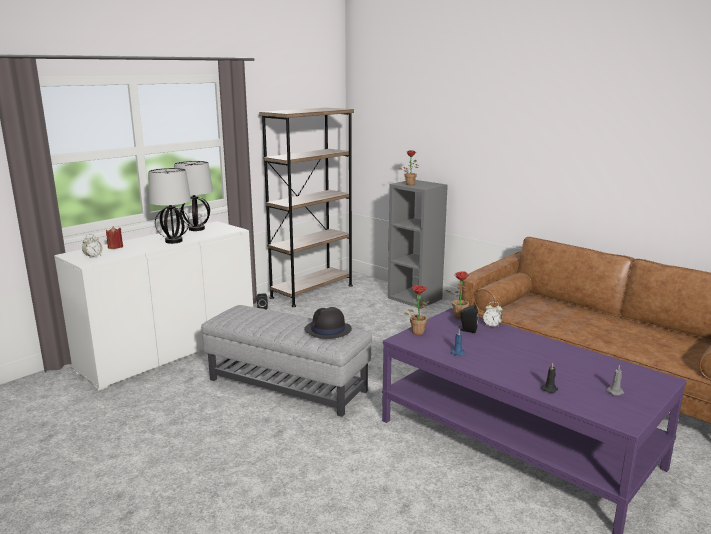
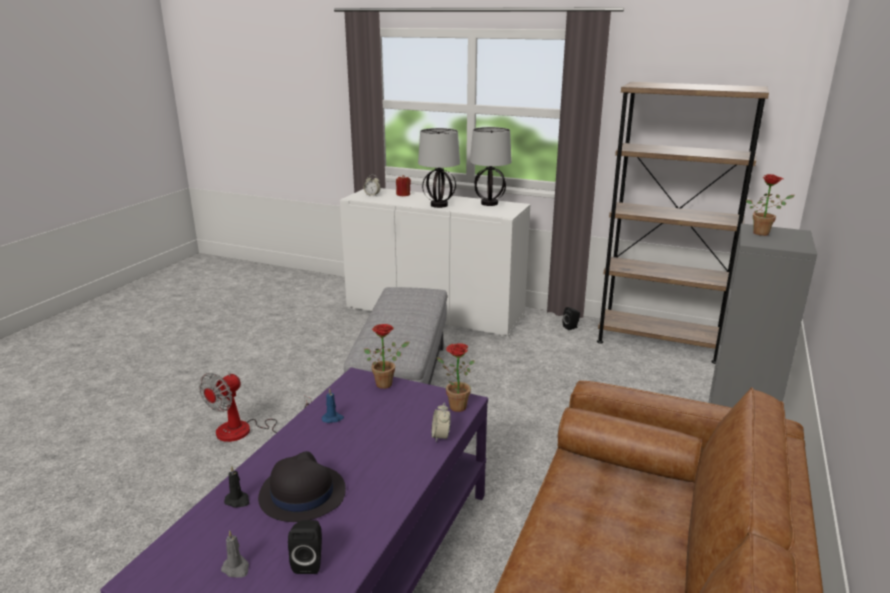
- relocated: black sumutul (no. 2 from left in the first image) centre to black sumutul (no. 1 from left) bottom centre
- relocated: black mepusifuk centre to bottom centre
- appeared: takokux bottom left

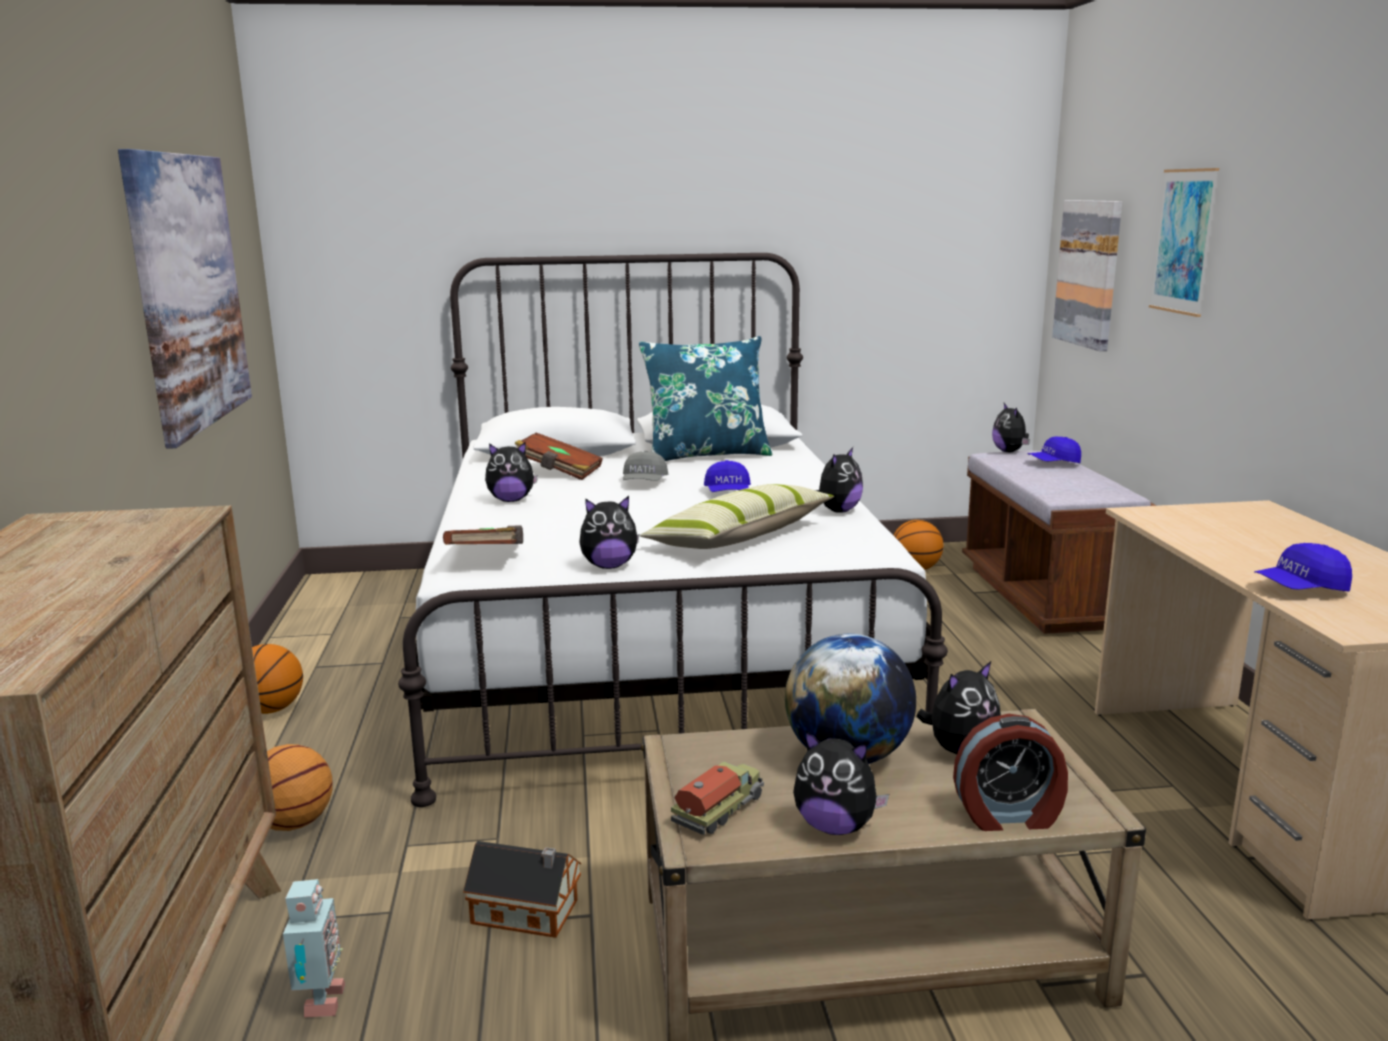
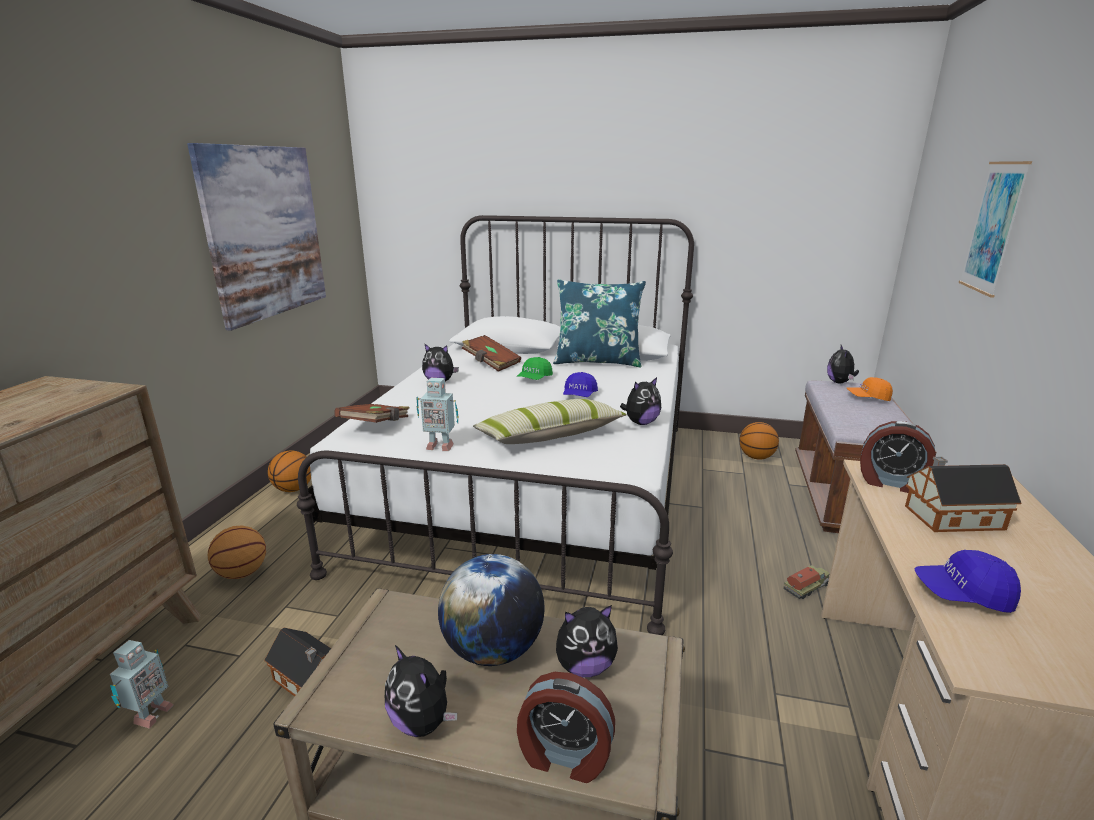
- missing: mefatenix (no. 2 from left) top right
- colour: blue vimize (no. 2 from left) middle right to orange vimize middle right
- colour: grey vimize centre to green vimize centre
- exchanged: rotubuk (no. 2 from left) centre to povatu (no. 2 from left) centre
- relocated: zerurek bottom centre to bottom right
- appeared: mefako (no. 2 from left) middle right
- appeared: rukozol (no. 2 from left) middle right

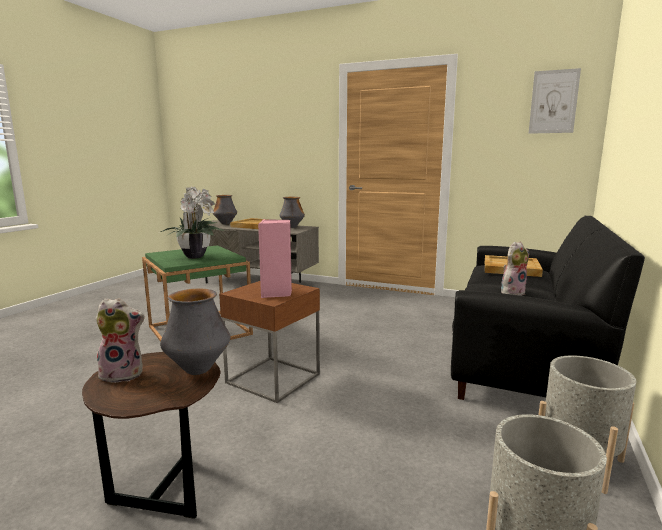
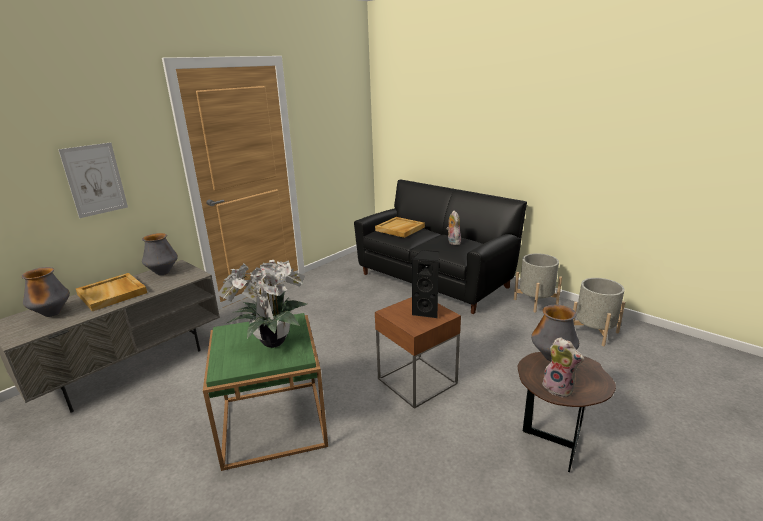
- relocated: mefatenix top right to middle left
- colour: pink sumutul centre to black sumutul centre
- spun: rotubuk (no. 1 from left in the first image) middle left = bottom right 120 degrees clockwise

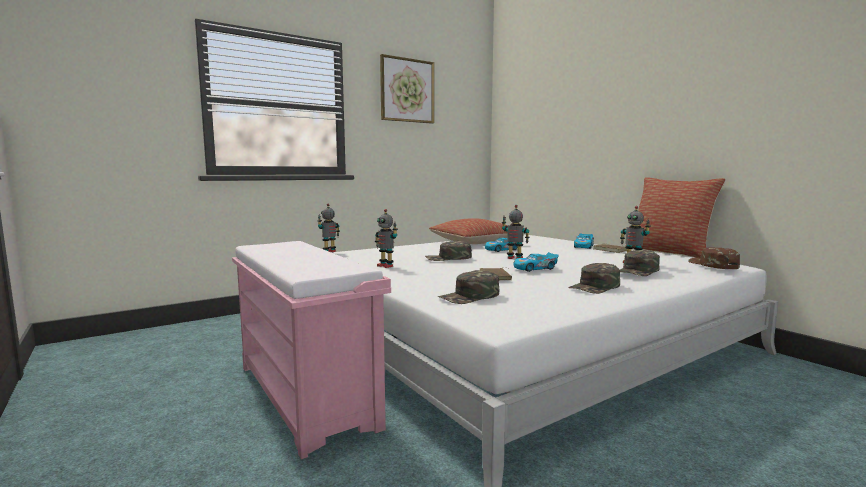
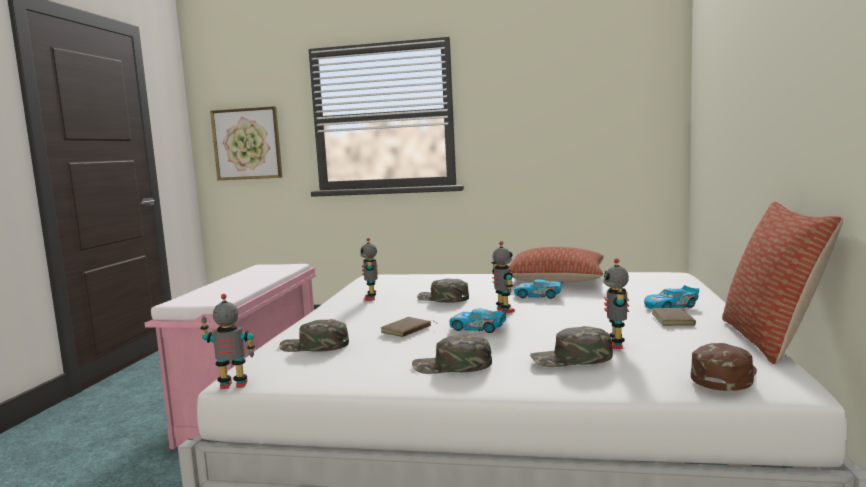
- relocated: mefatenix top centre to top left
- relocated: povatu (no. 1 from left) centre to bottom left

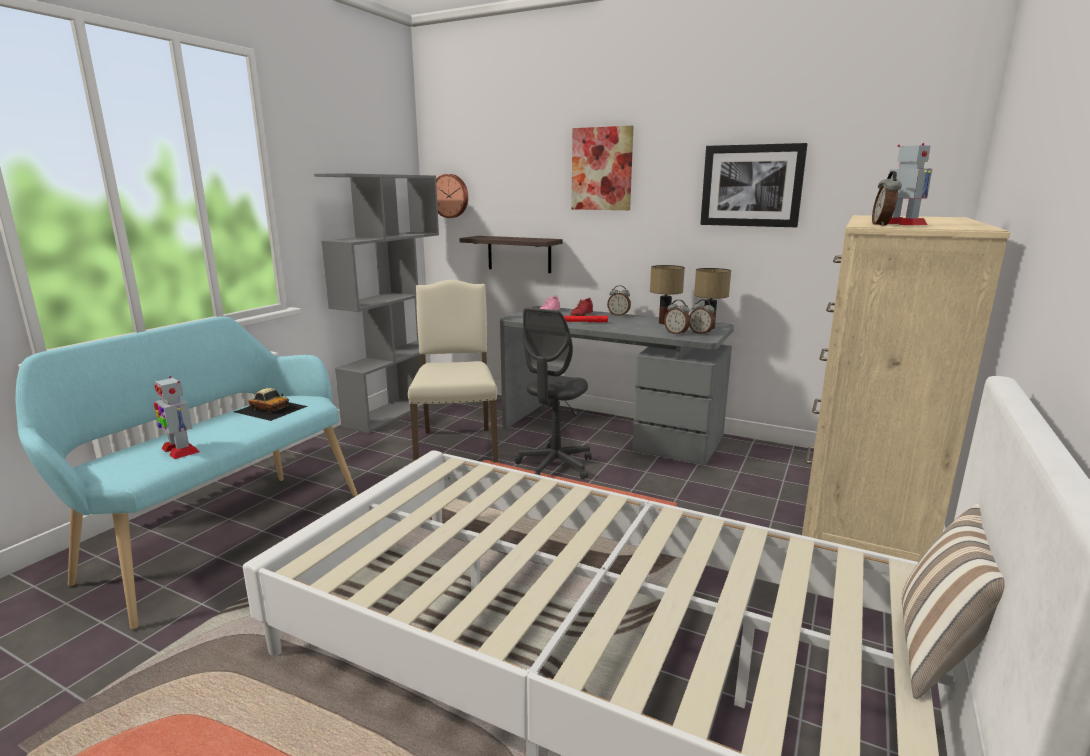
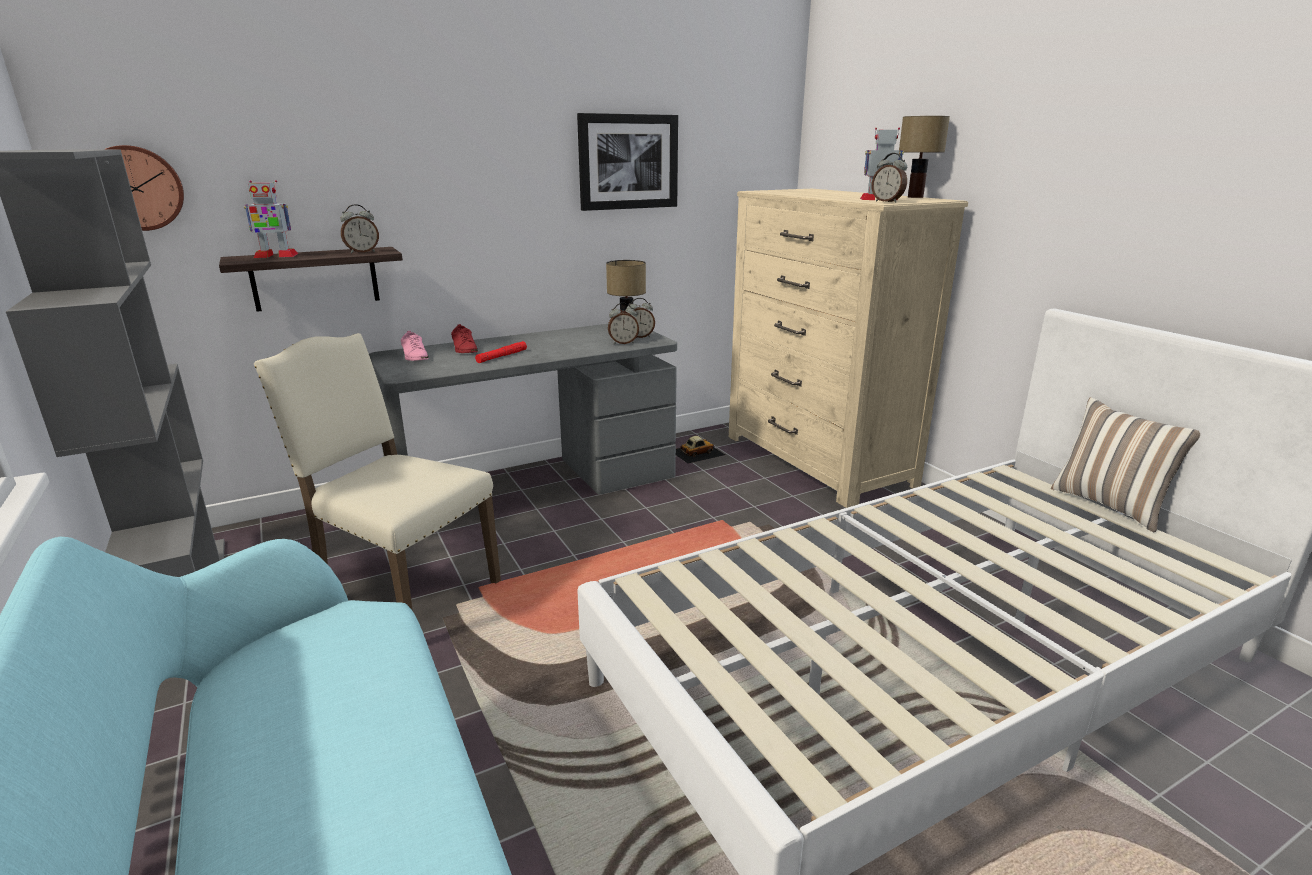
- missing: mefatenix (no. 1 from left) top centre
- relocated: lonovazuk (no. 1 from left in the first image) centre to lonovazuk (no. 2 from left) top right
- relocated: mefako (no. 1 from left) centre to top left
- missing: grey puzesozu centre
- relocated: povatu (no. 1 from left) middle left to top left
- relocated: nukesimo middle left to centre

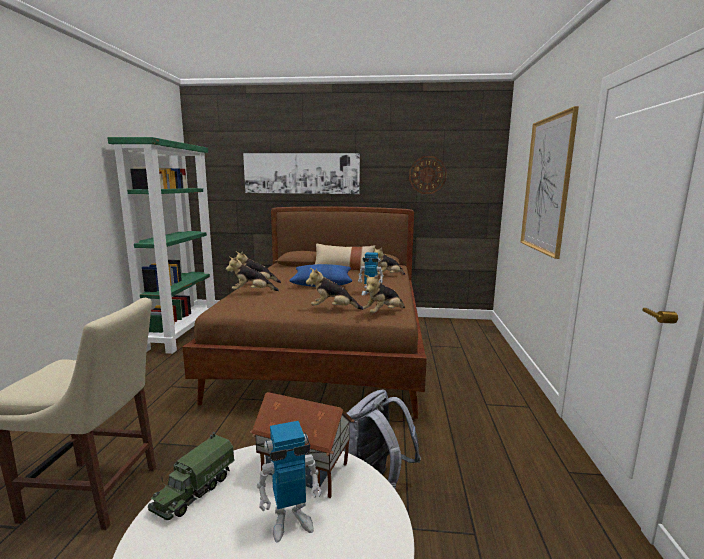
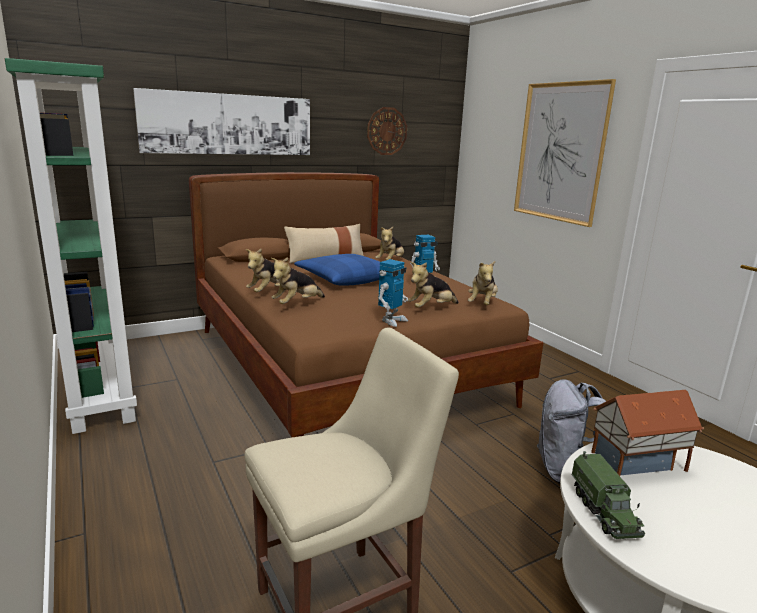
- relocated: povatu (no. 1 from left) bottom centre to centre

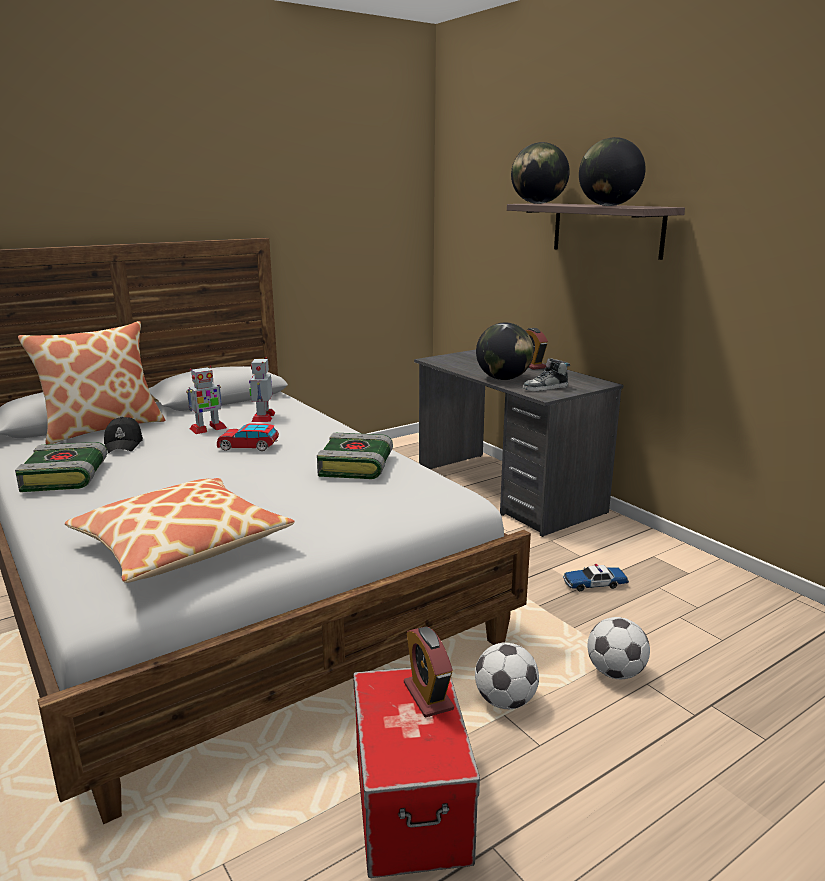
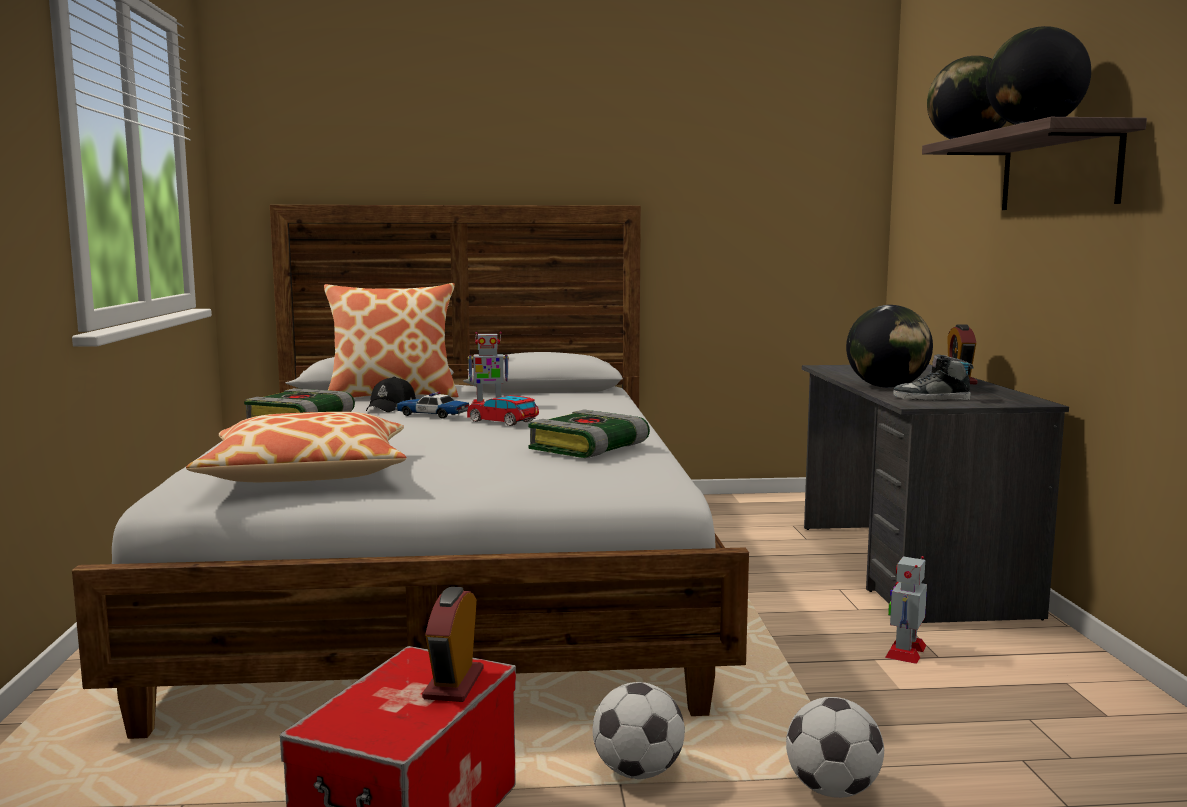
- relocated: povatu (no. 2 from left) middle left to bottom right
- relocated: nukesimo (no. 2 from left in the first image) middle right to nukesimo (no. 1 from left) centre

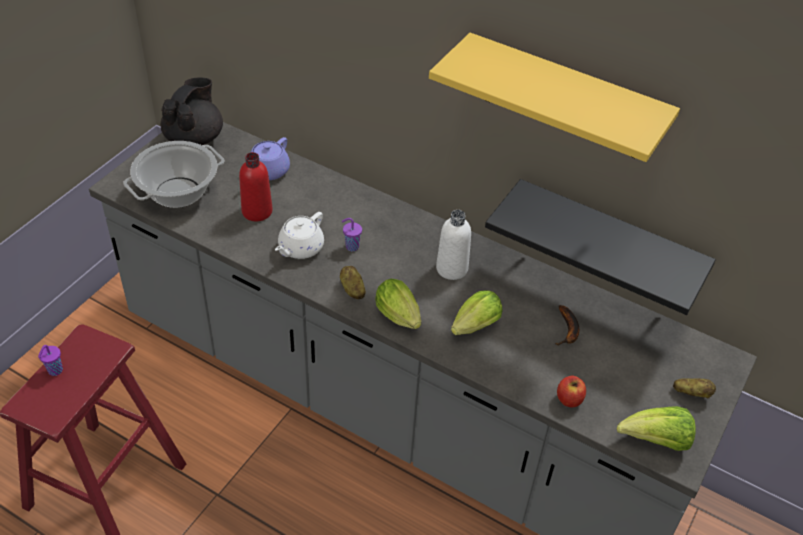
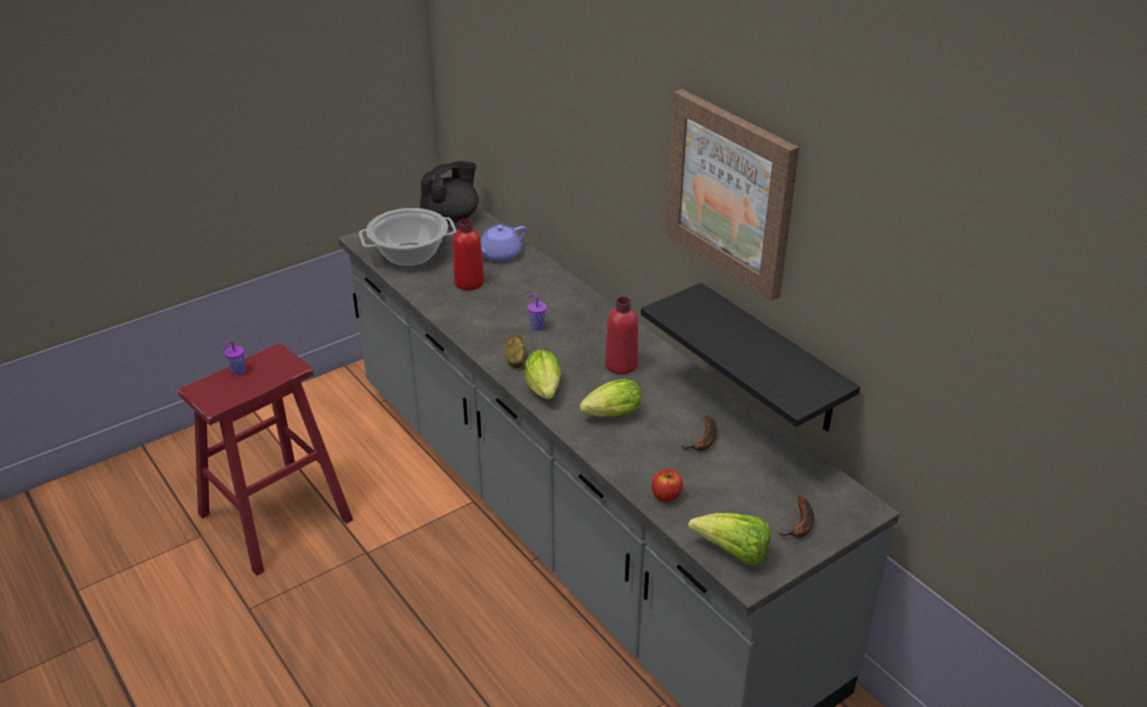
- exchanged: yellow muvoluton top right to mefatenix top centre
- colour: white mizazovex centre to red mizazovex (no. 2 from left) centre
- missing: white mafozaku centre
- exchanged: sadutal (no. 2 from left) bottom right to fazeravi (no. 2 from left) bottom right

